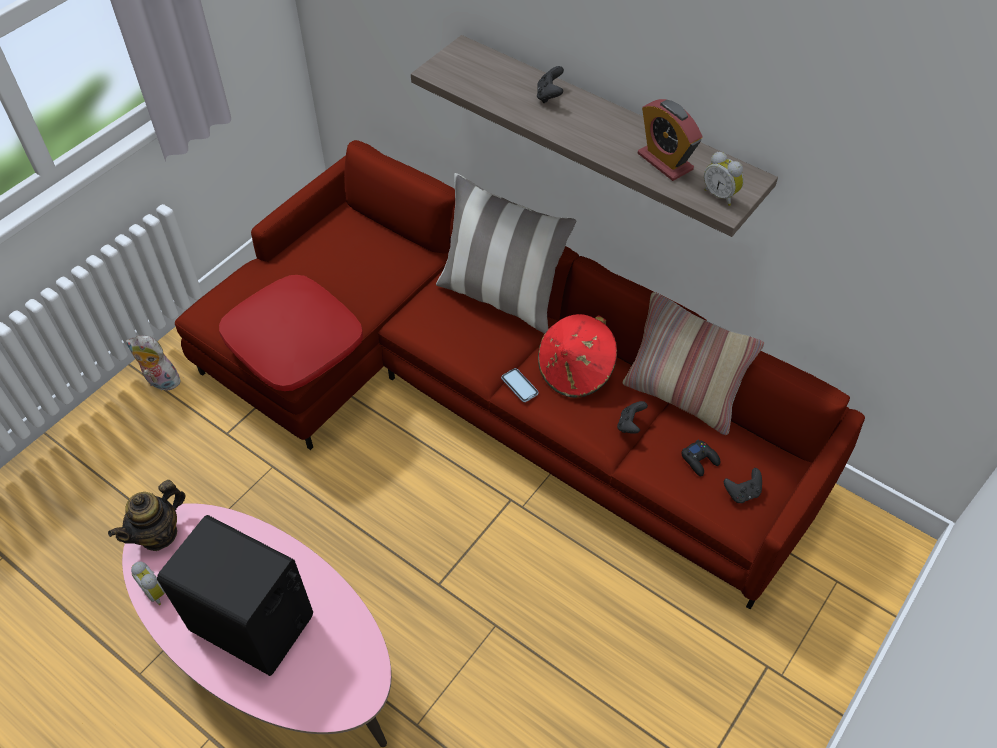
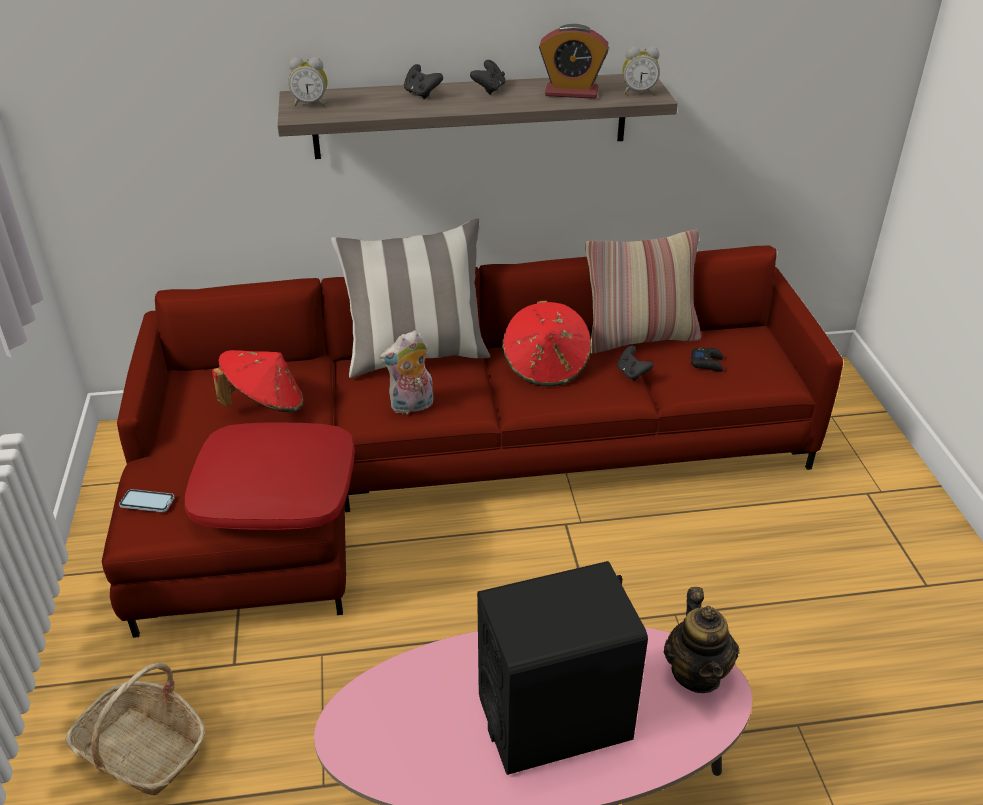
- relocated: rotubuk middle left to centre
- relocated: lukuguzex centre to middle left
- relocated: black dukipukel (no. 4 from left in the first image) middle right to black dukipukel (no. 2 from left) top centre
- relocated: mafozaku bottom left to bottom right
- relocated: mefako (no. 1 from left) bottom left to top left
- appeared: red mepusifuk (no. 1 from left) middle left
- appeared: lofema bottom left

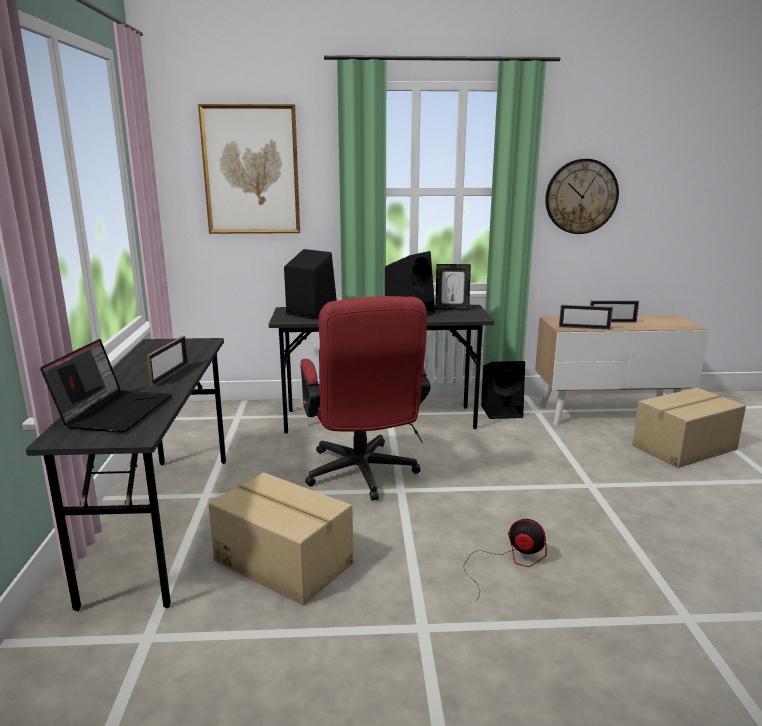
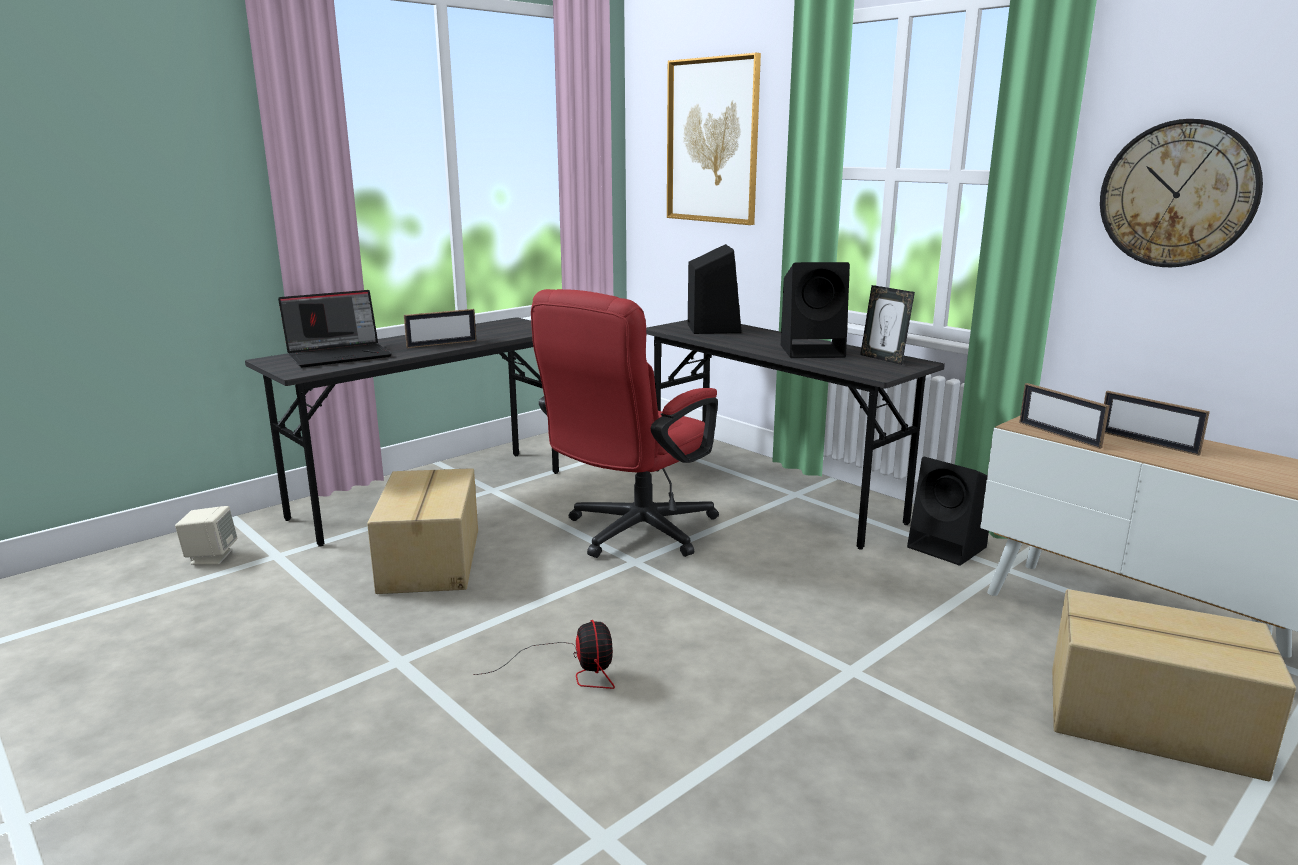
- appeared: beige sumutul middle left

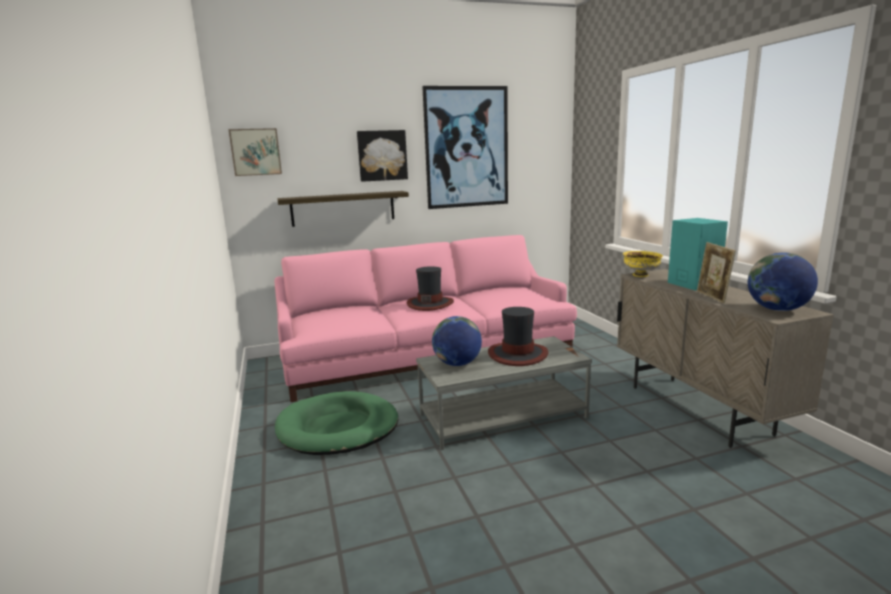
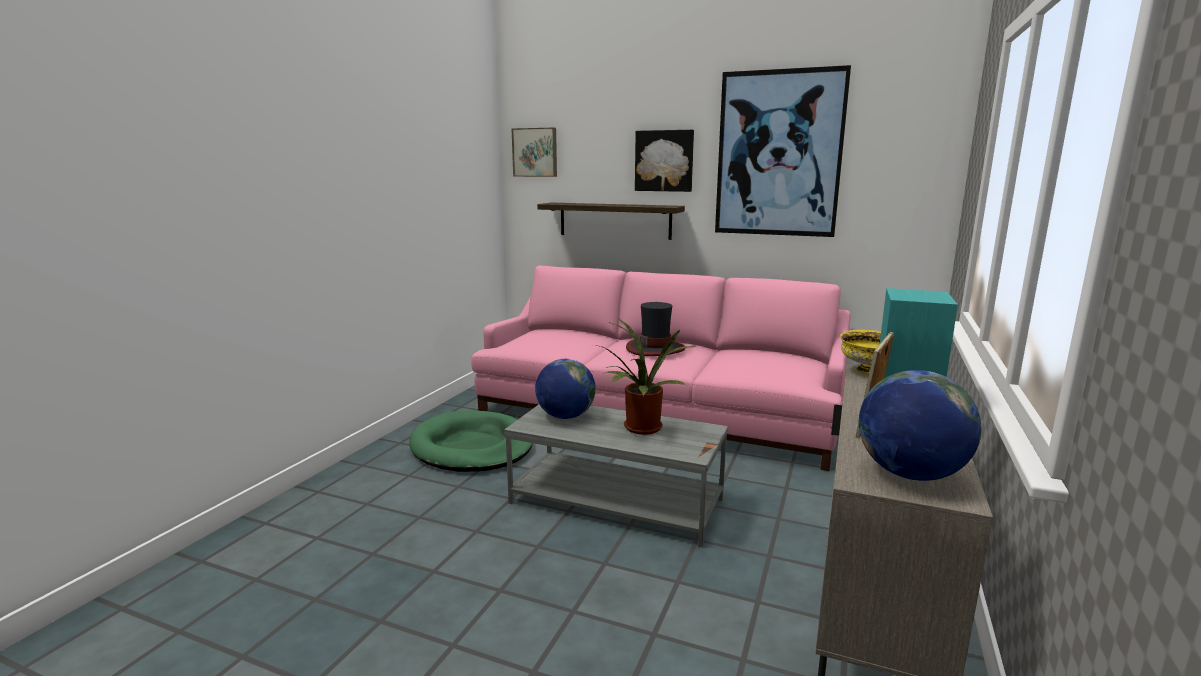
- exchanged: mepusifuk (no. 2 from left) centre to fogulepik centre

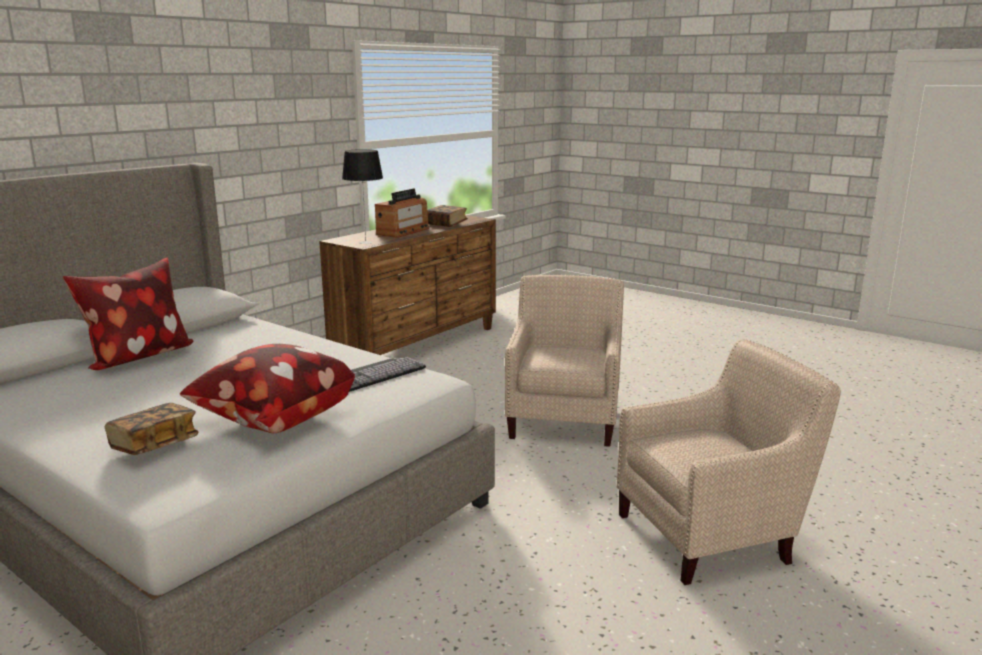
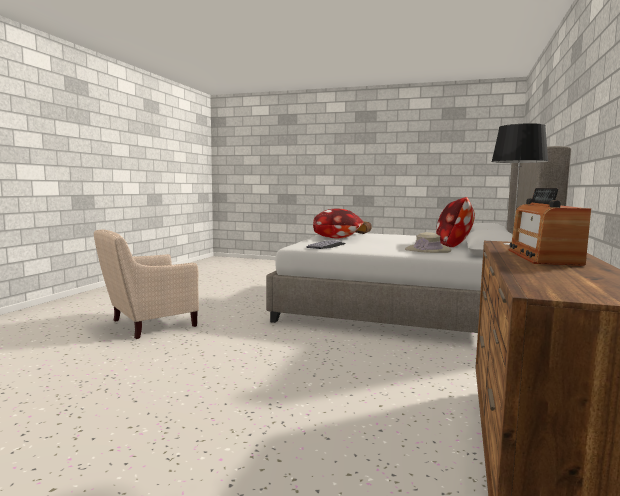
- missing: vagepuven (no. 2 from left) top centre
- missing: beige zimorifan (no. 1 from left) centre
- appeared: beige mepusifuk middle right

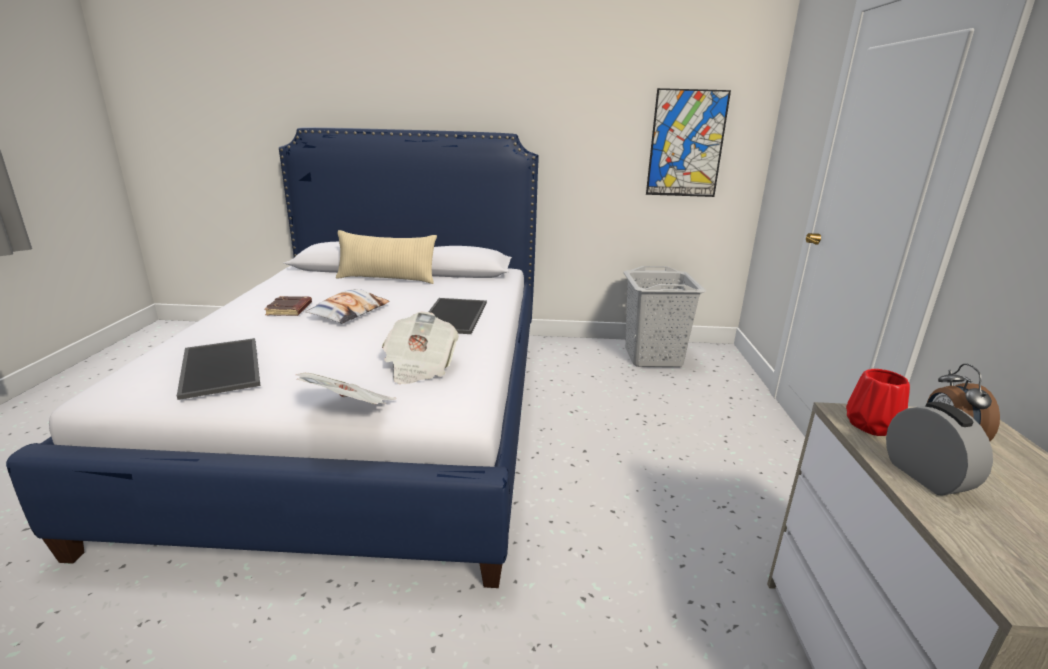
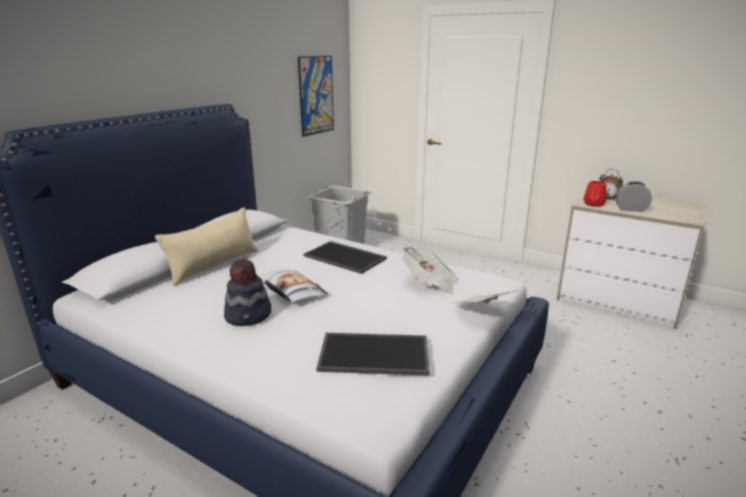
- exchanged: brown vagepuven middle left to mepusifuk middle left

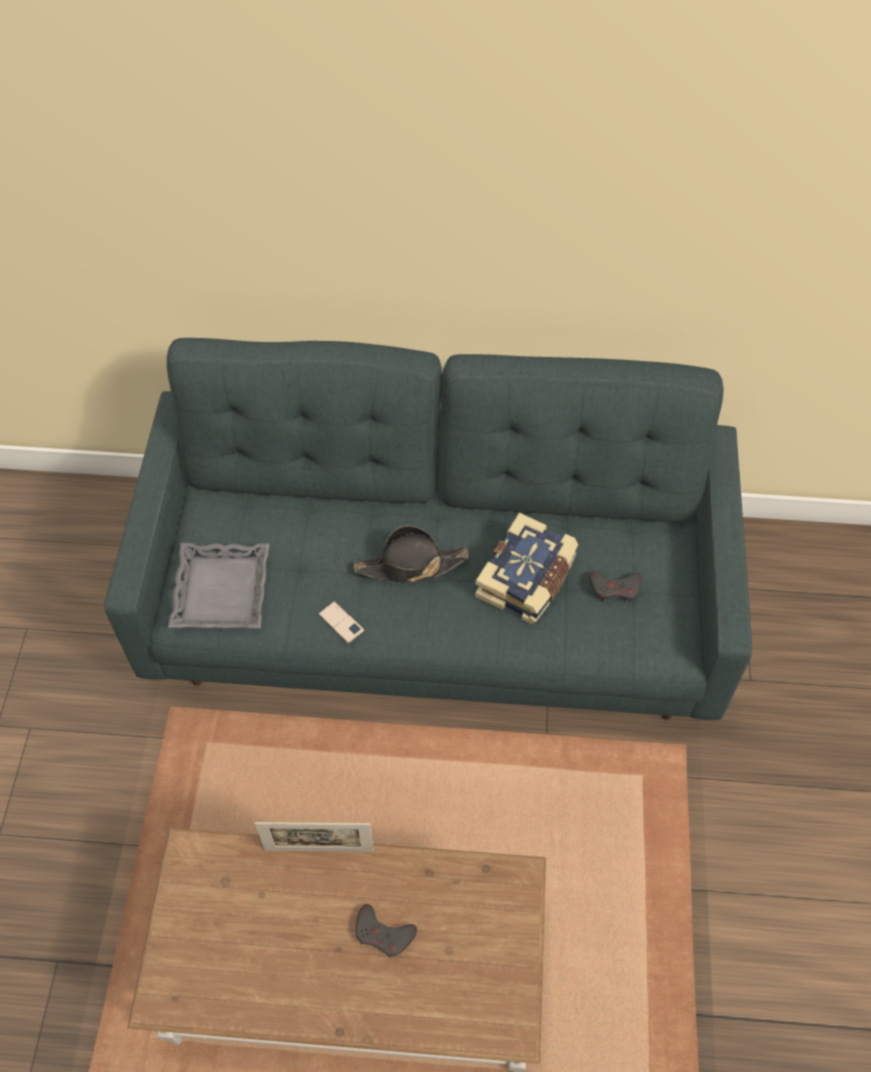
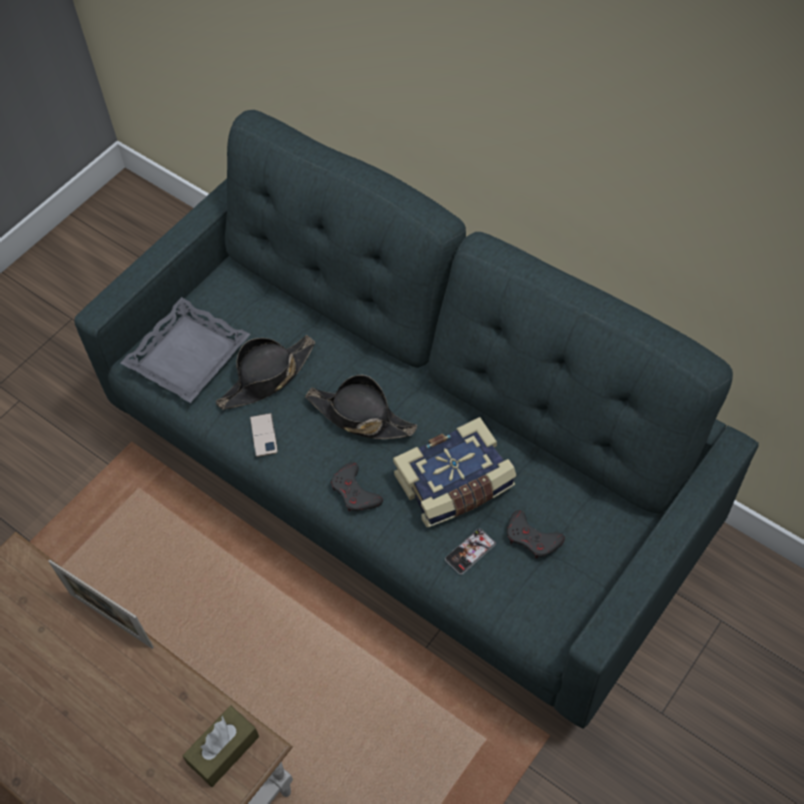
- relocated: grey dukipukel (no. 1 from left) bottom centre to centre
- appeared: black mepusifuk (no. 1 from left) middle left
- appeared: lukuguzex (no. 2 from left) bottom centre
- appeared: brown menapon bottom left

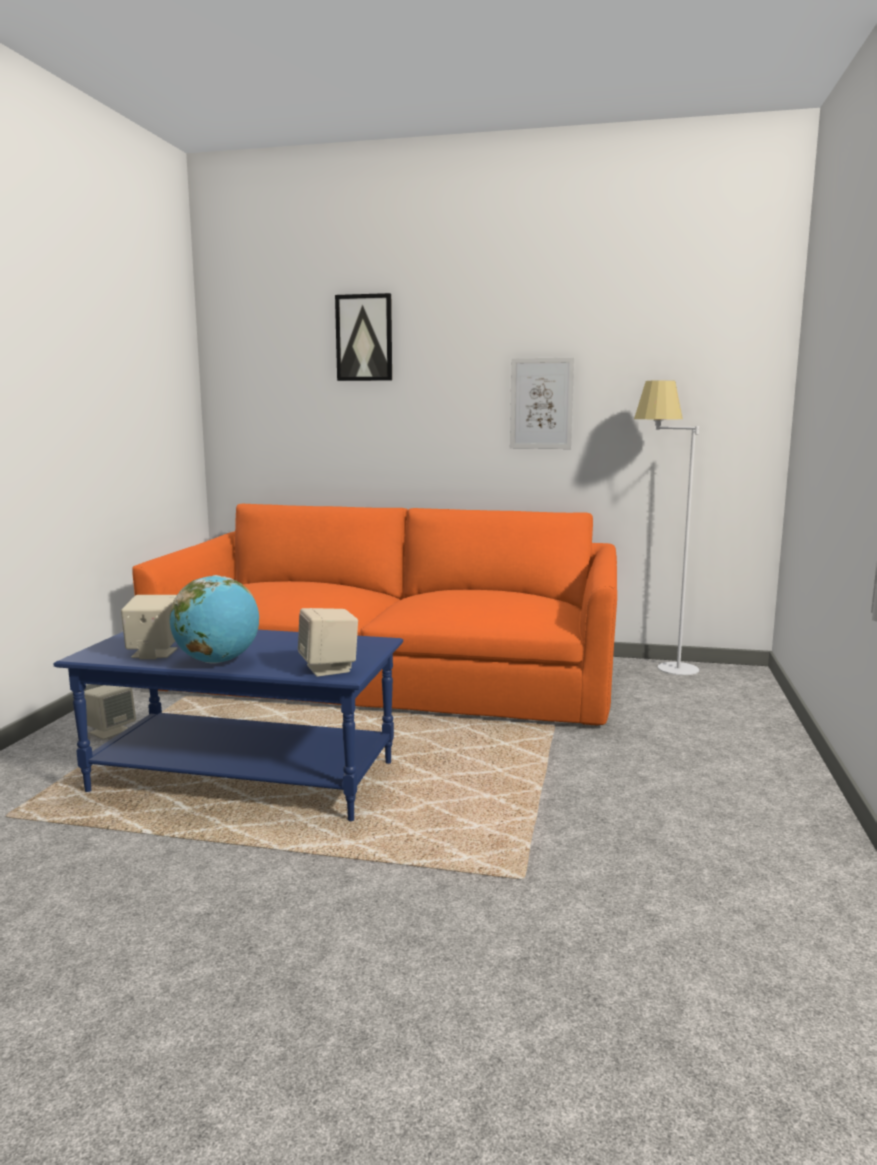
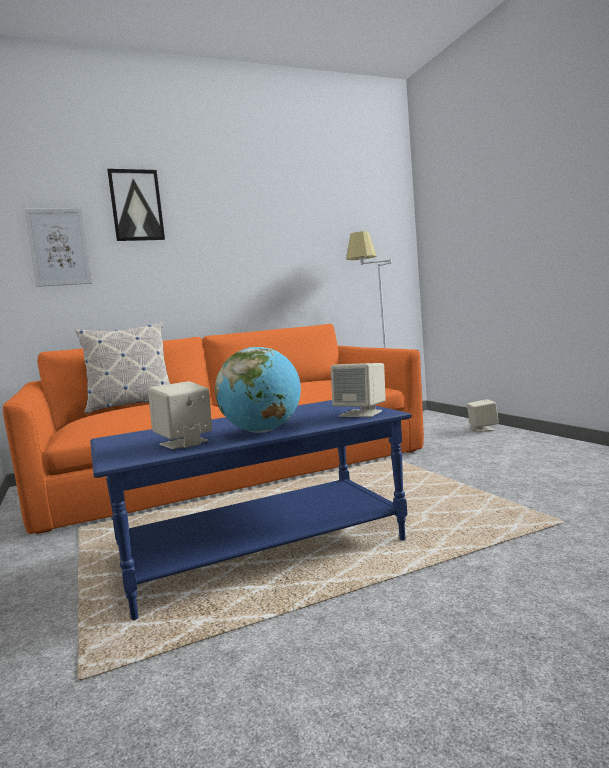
- relocated: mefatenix (no. 2 from left in the first image) centre to mefatenix (no. 1 from left) top left
- relocated: beige sumutul (no. 1 from left in the first image) middle left to beige sumutul (no. 3 from left) middle right
- appeared: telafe middle left

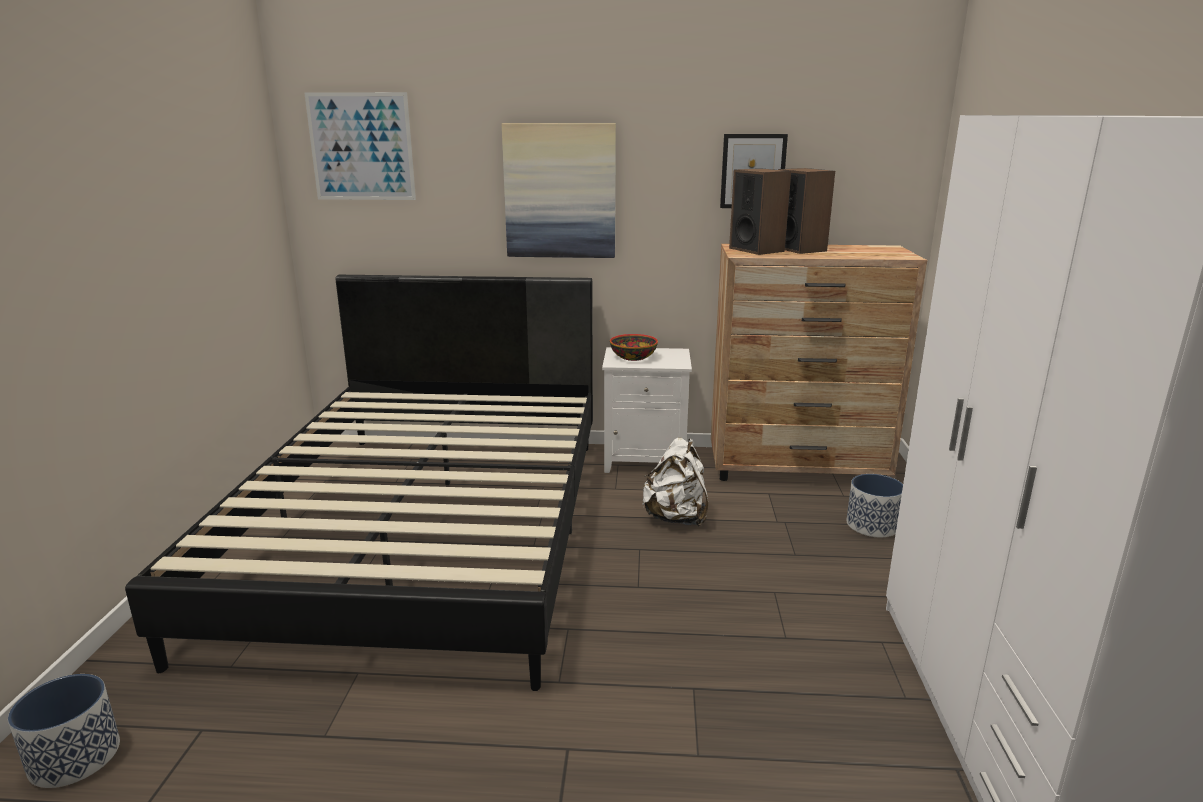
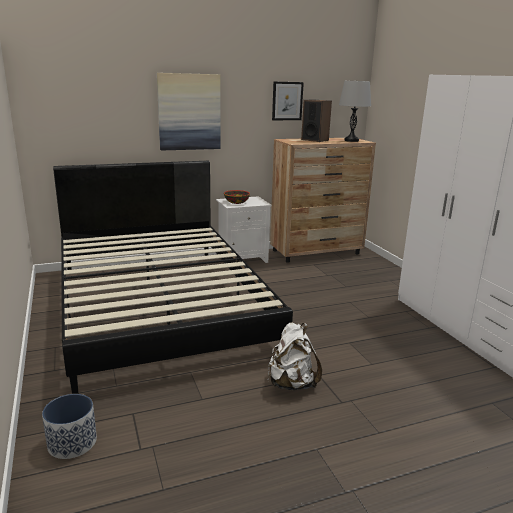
- missing: mefatenix (no. 1 from left) top left
- missing: sumutul (no. 1 from left) top centre
- relocated: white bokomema centre to bottom centre
- missing: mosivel (no. 2 from left) middle right
- appeared: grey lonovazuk top right

